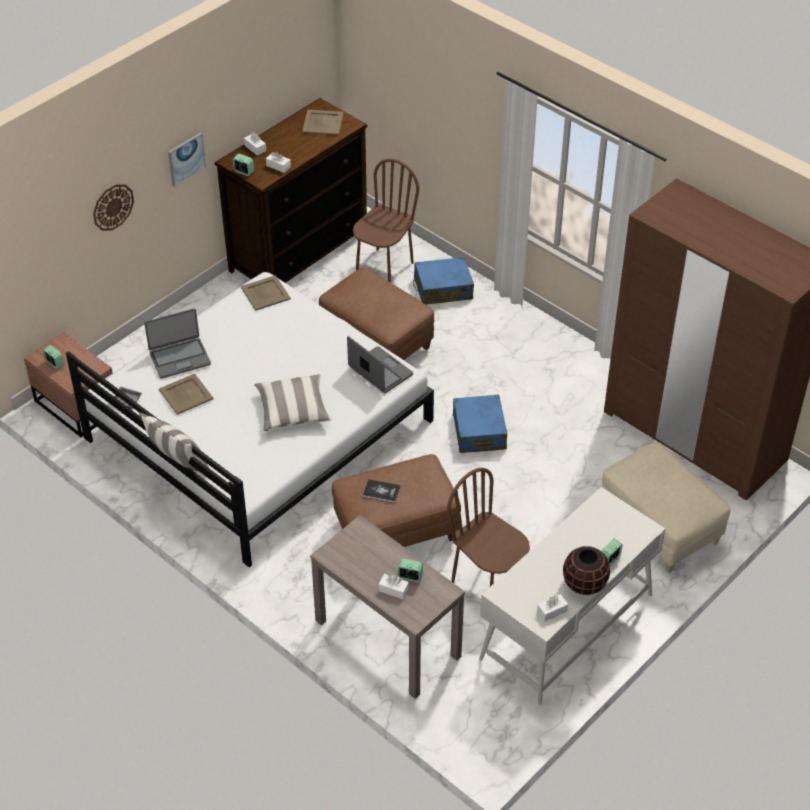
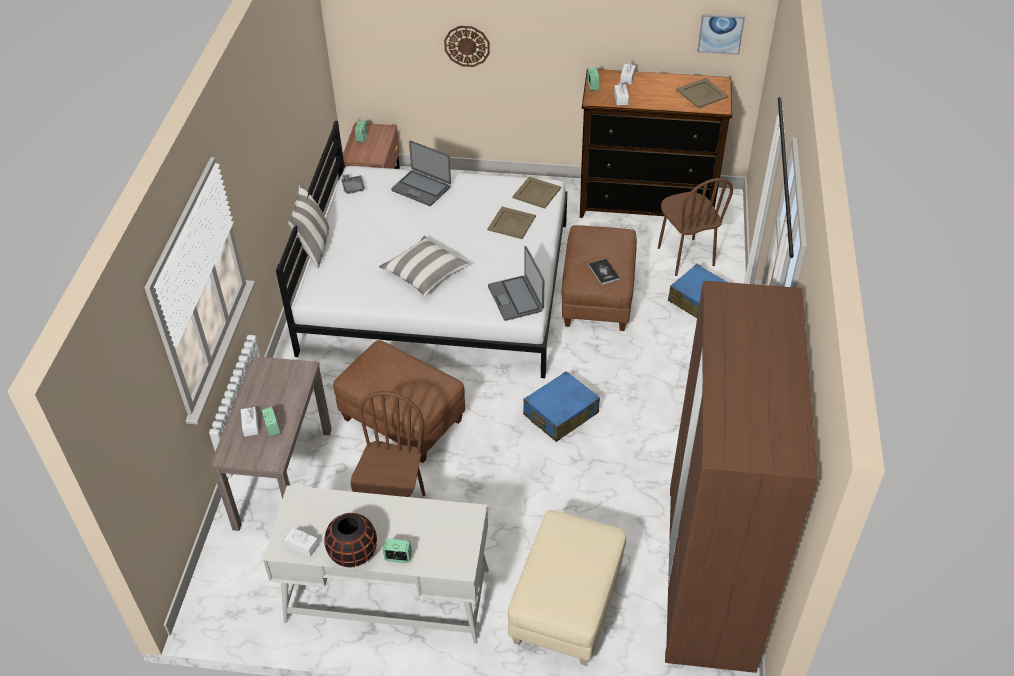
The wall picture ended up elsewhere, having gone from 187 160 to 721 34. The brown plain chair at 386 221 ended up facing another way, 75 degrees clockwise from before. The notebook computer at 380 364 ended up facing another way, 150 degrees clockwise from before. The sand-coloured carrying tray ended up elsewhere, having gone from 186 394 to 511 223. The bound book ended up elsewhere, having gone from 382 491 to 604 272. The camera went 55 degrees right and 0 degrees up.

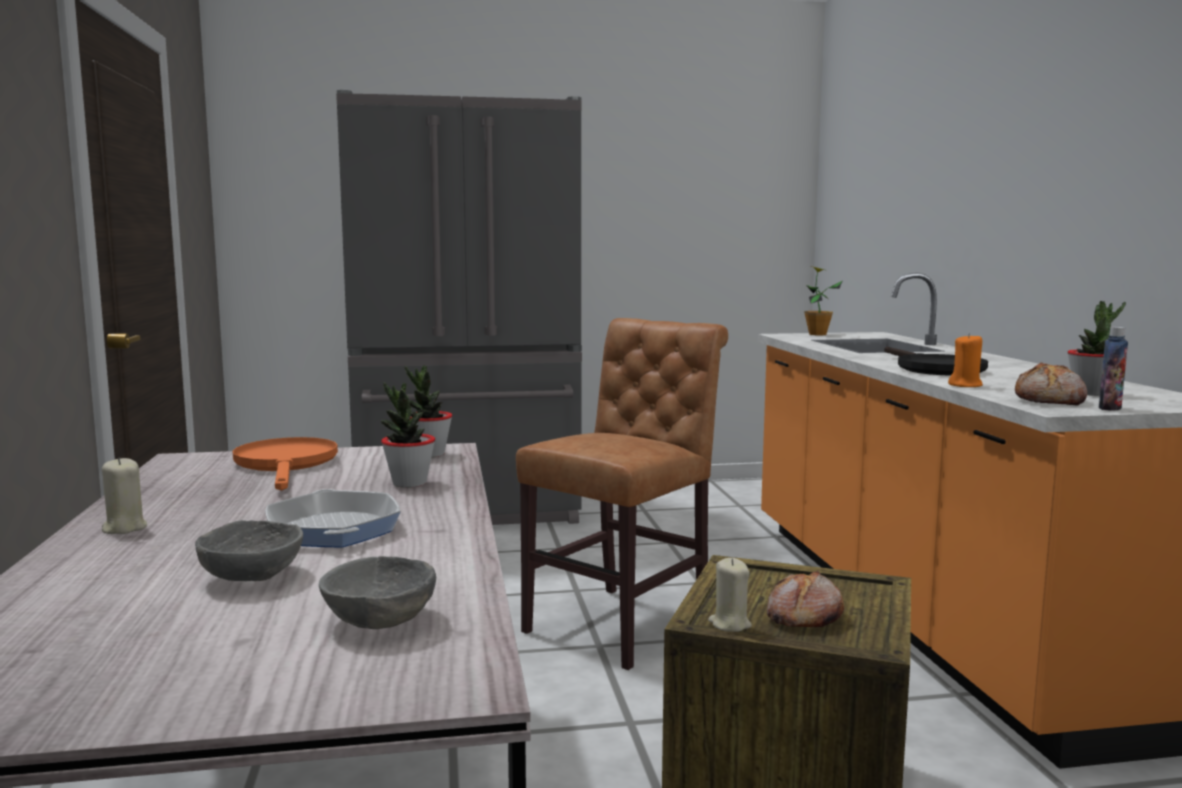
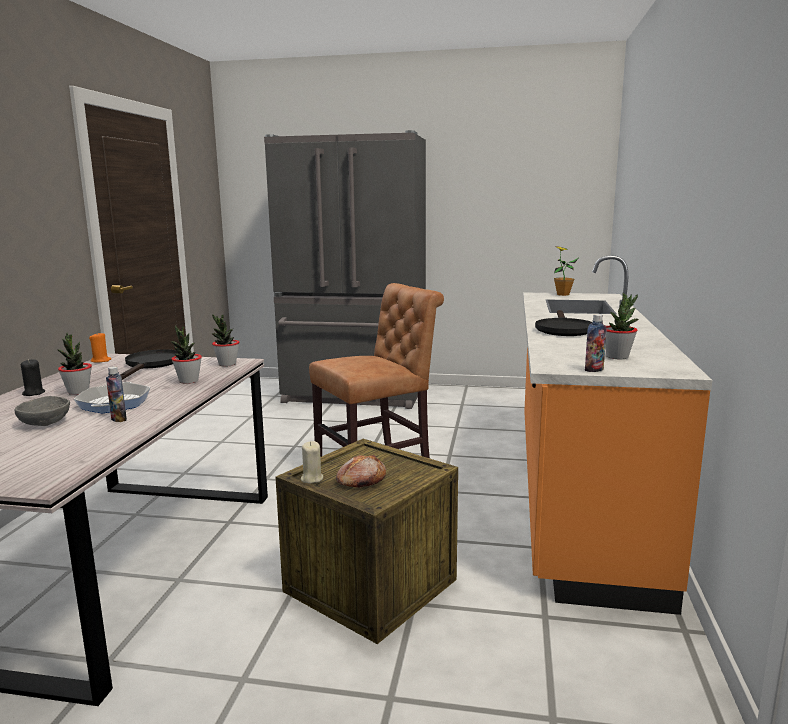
The orange-coloured candle ended up elsewhere, having gone from 965 360 to 100 348. The second view lost the bakery bread at 1051 384. What was the orange-coloured frying pan at 285 464 turned into the black frying pan at 150 364. What was the sand-coloured candle at 124 495 turned into the black candle at 32 377. The second view lost the gray serving bowl at 377 592. The second view gained the potted plant at 74 364. The second view gained the bottle at 116 394. The camera went 20 degrees right and 5 degrees up.

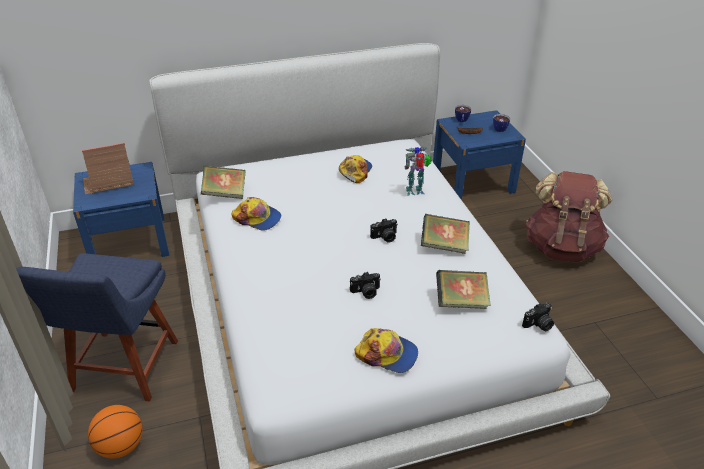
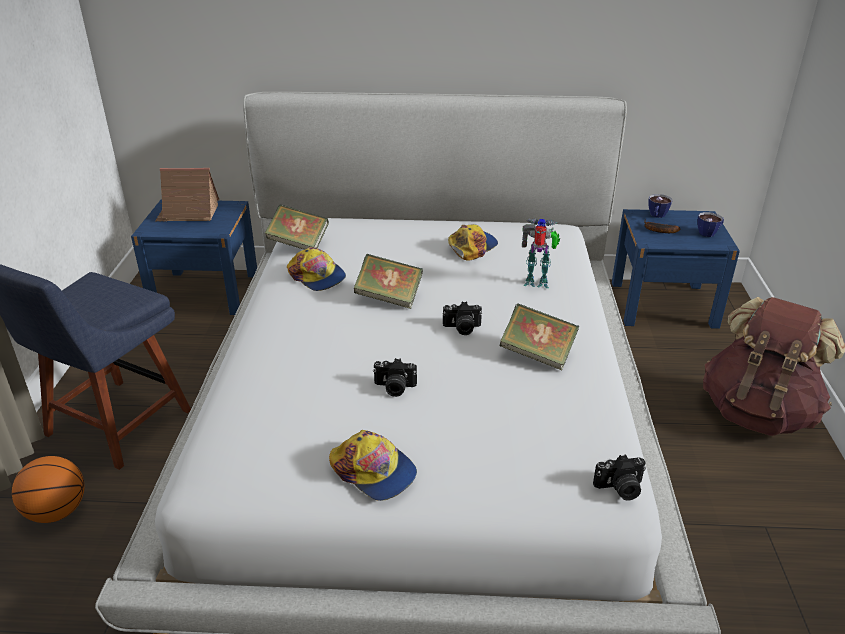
The bound book ended up elsewhere, having gone from 463 289 to 388 281. The camera went 20 degrees right and 5 degrees down.

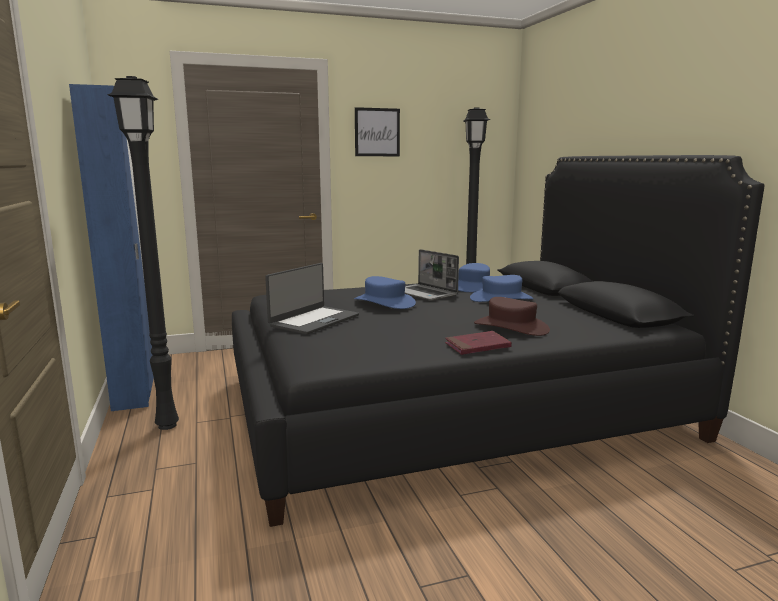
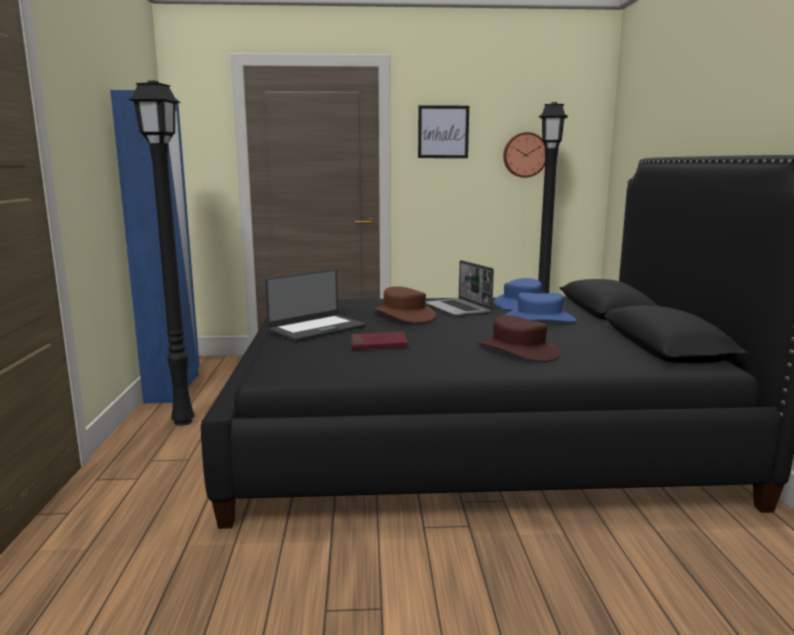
What was the blue wearable hat at 385 292 turned into the brown wearable hat at 404 304. The red-coloured bound book ended up elsewhere, having gone from 478 343 to 379 340. The second view gained the wall clock at 524 155. The camera went 15 degrees right and 0 degrees up.

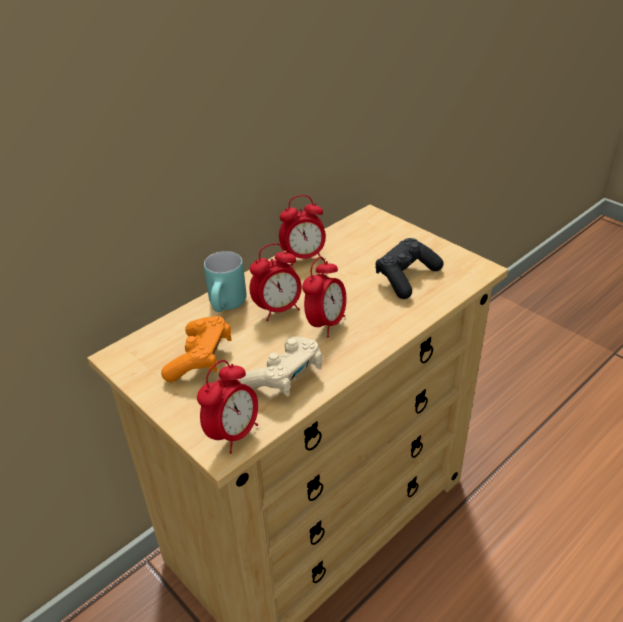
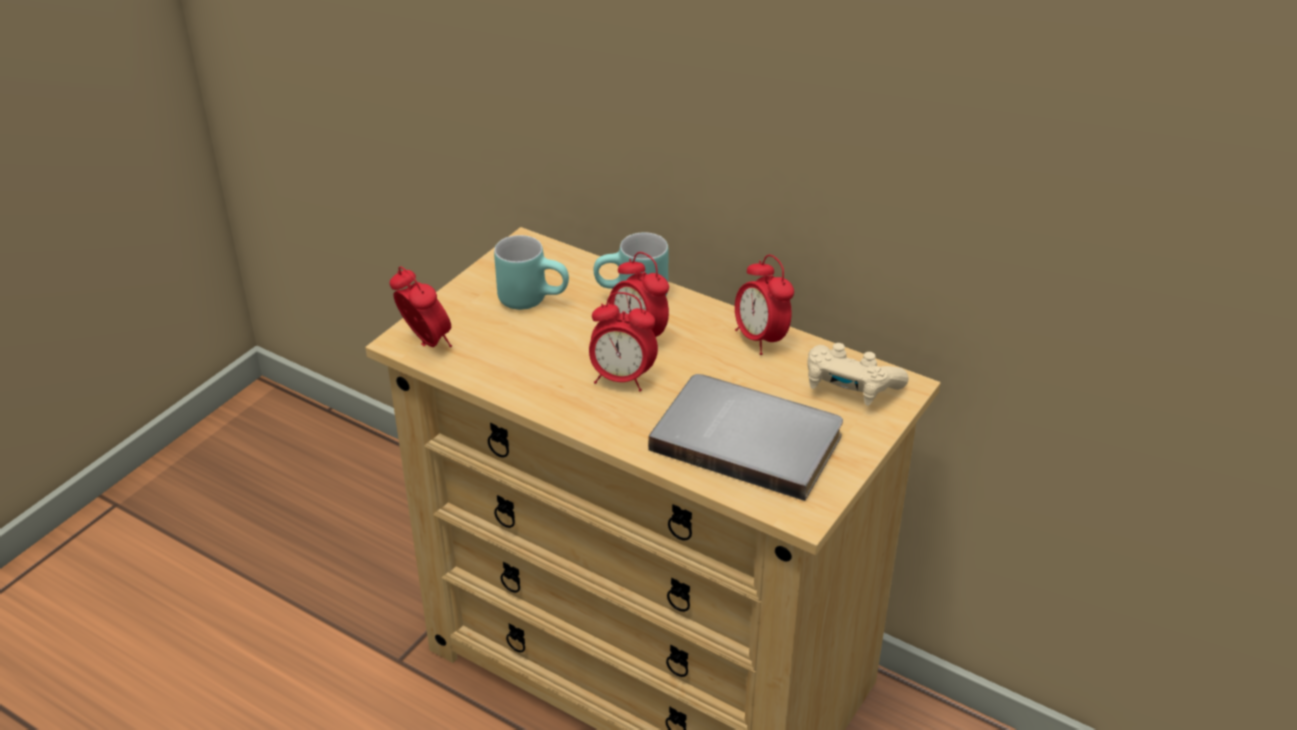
Where the black joypad stood at 409 268, the gray bound book came to stand at 745 437. Where the orange-coloured joypad stood at 196 349, the turquoise coffee mug came to stand at 531 272. The sand-coloured joypad ended up elsewhere, having gone from 280 366 to 858 374. The bedside clock at 227 407 ended up facing another way, 150 degrees counterclockwise from before. The camera went 75 degrees right and 0 degrees up.

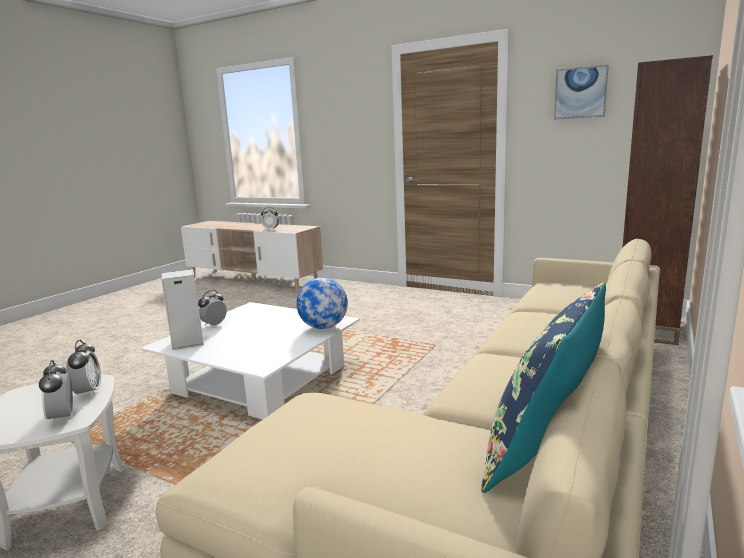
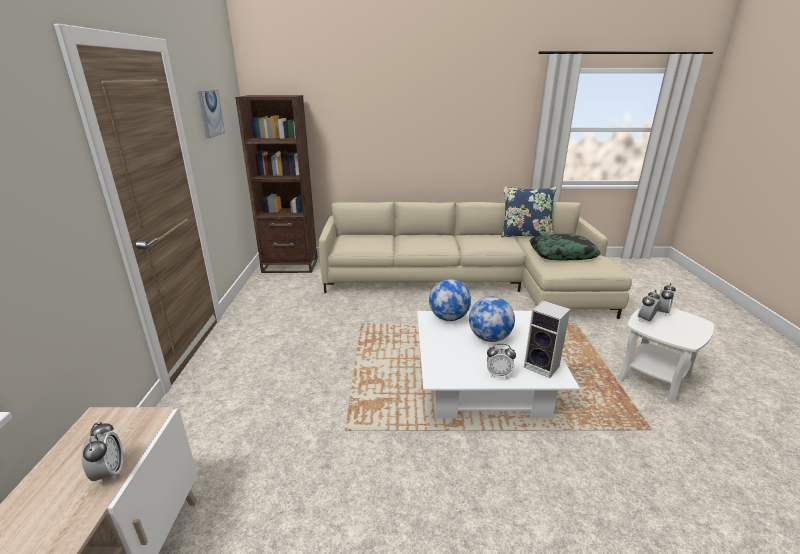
The second view gained the throw pillow at 565 247. The second view gained the desk globe at 492 319. The camera went 120 degrees left and 10 degrees up.

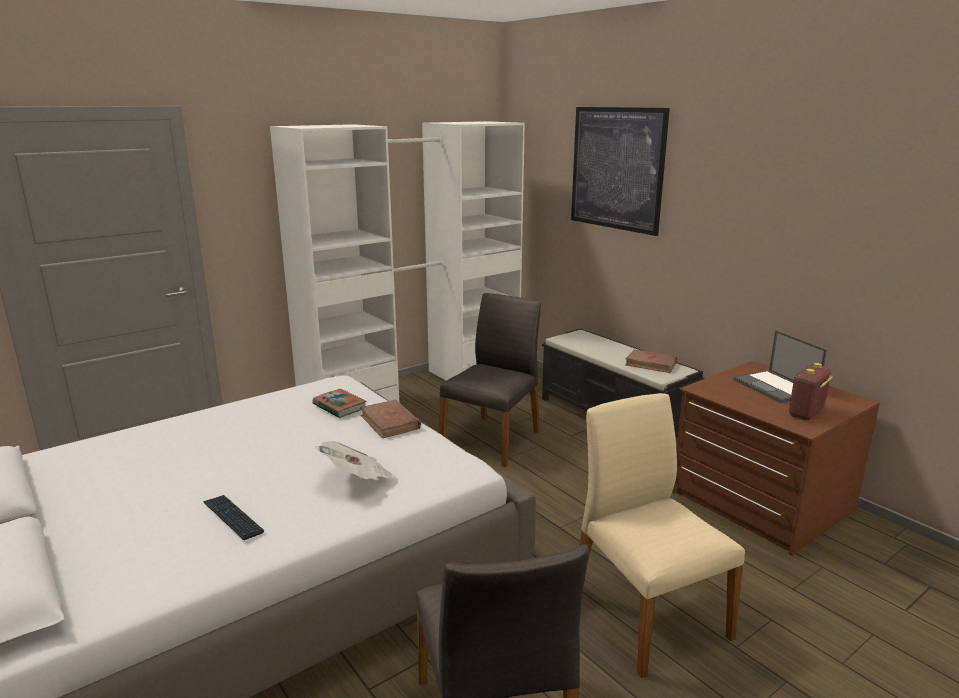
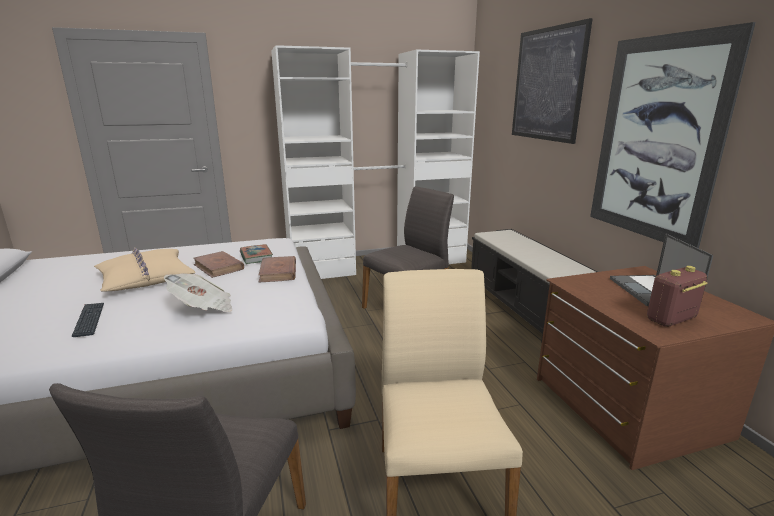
The brown bound book ended up elsewhere, having gone from 651 361 to 218 264. The second view gained the wall picture at 673 135. The second view gained the sand-coloured throw pillow at 145 270. The camera went 20 degrees right and 0 degrees up.

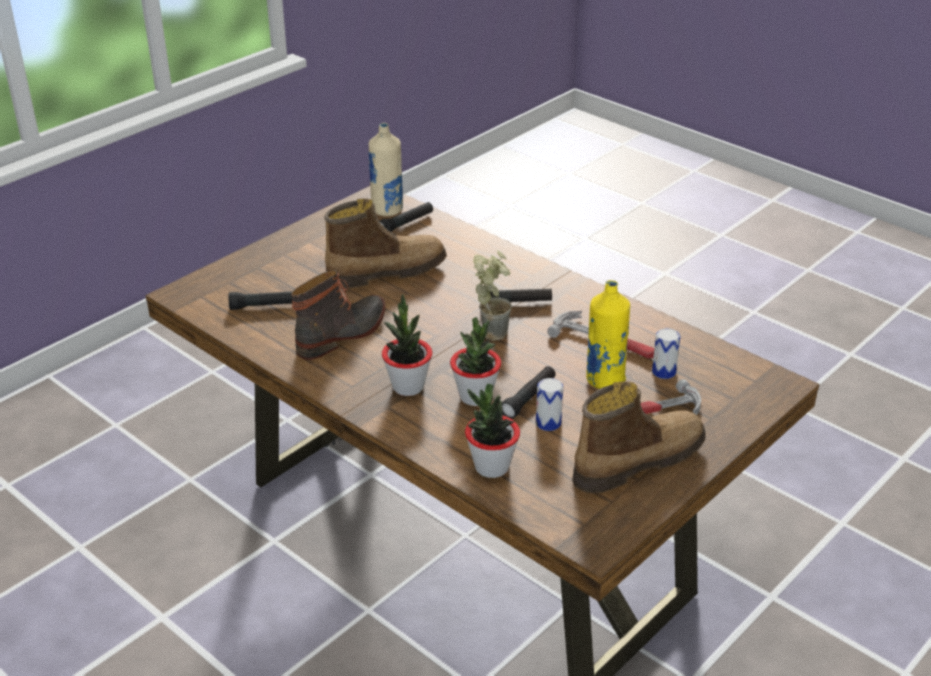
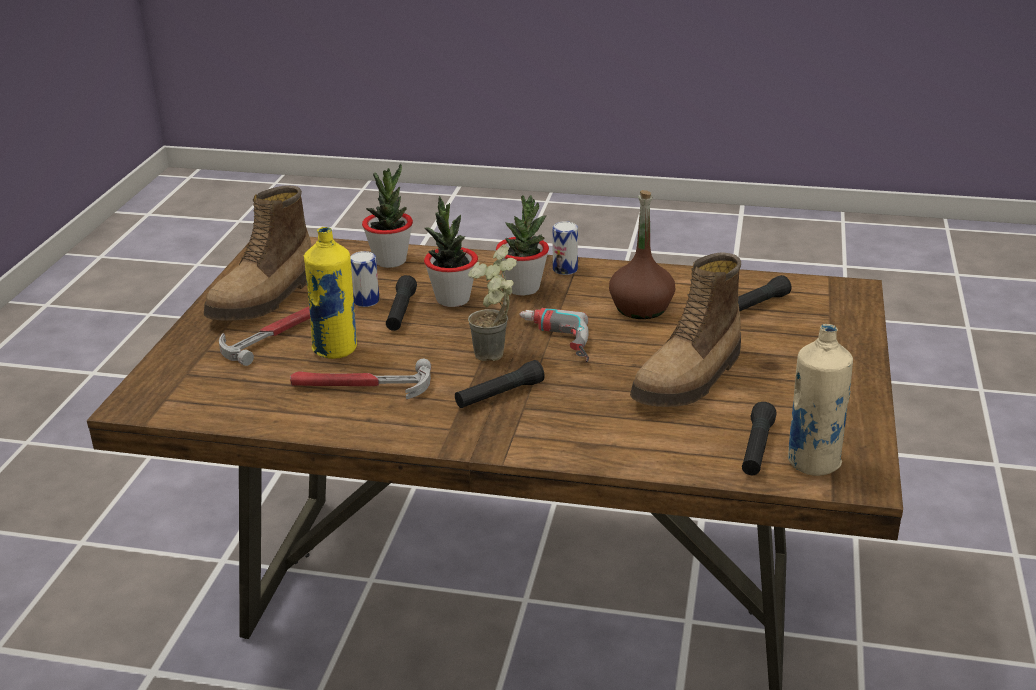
Where the tall boot stood at 338 315, the brown bottle came to stand at 642 254. The metal can ended up elsewhere, having gone from 666 353 to 565 248. The second view gained the electric drill at 554 335. The camera went 150 degrees right and 5 degrees down.

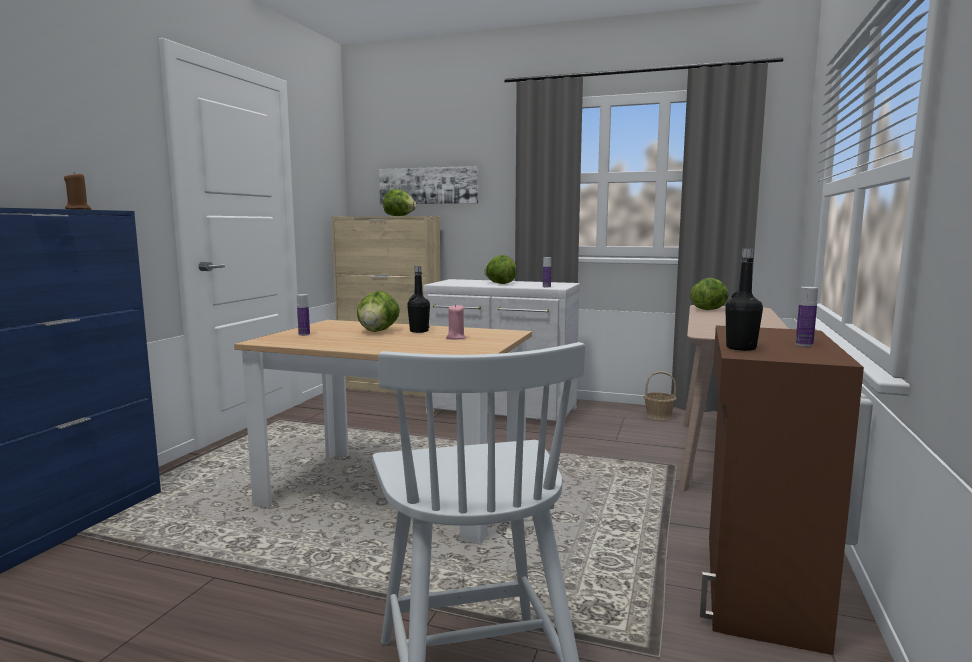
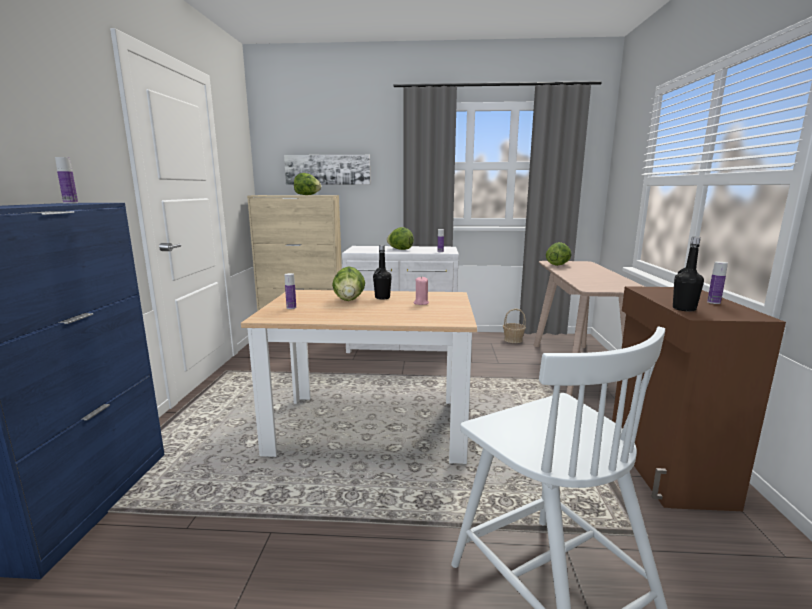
Where the brown candle stood at 77 191, the bottle came to stand at 66 180. The camera went 15 degrees left and 5 degrees up.

